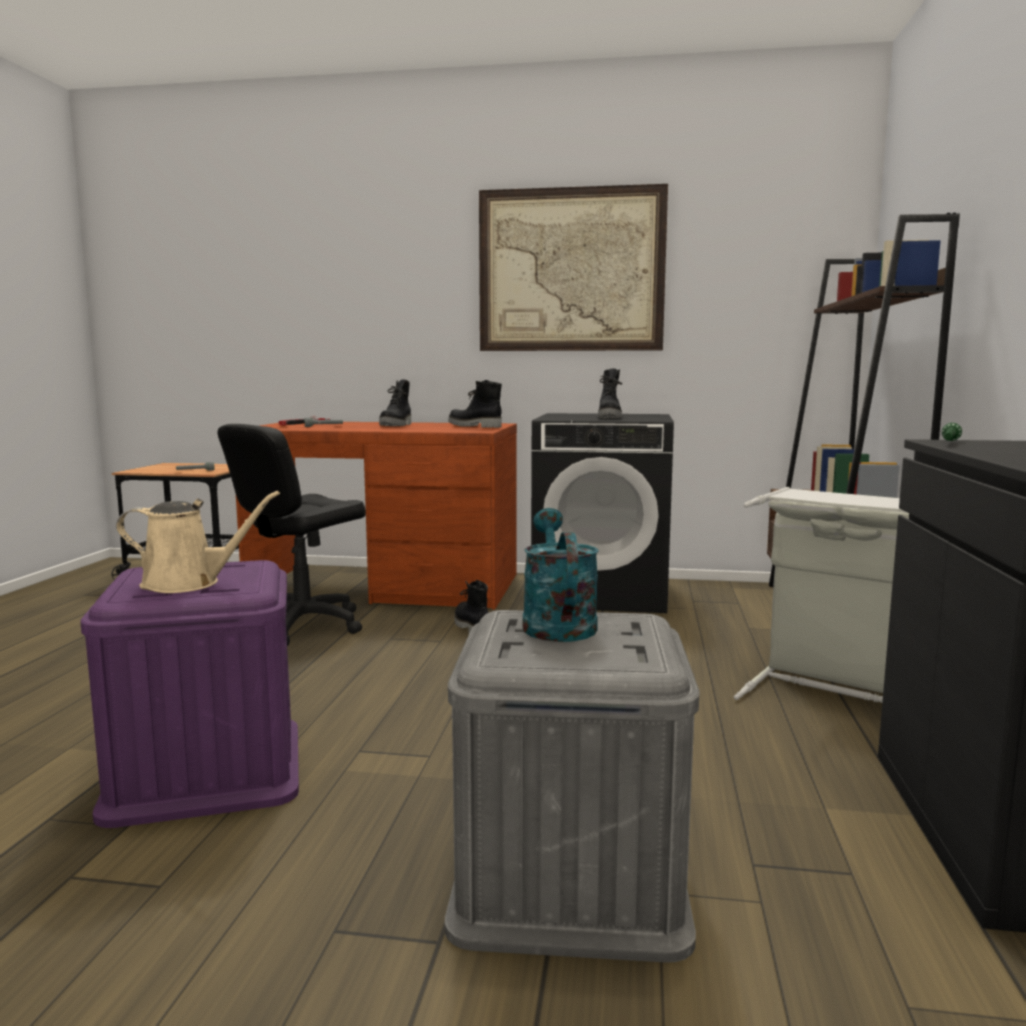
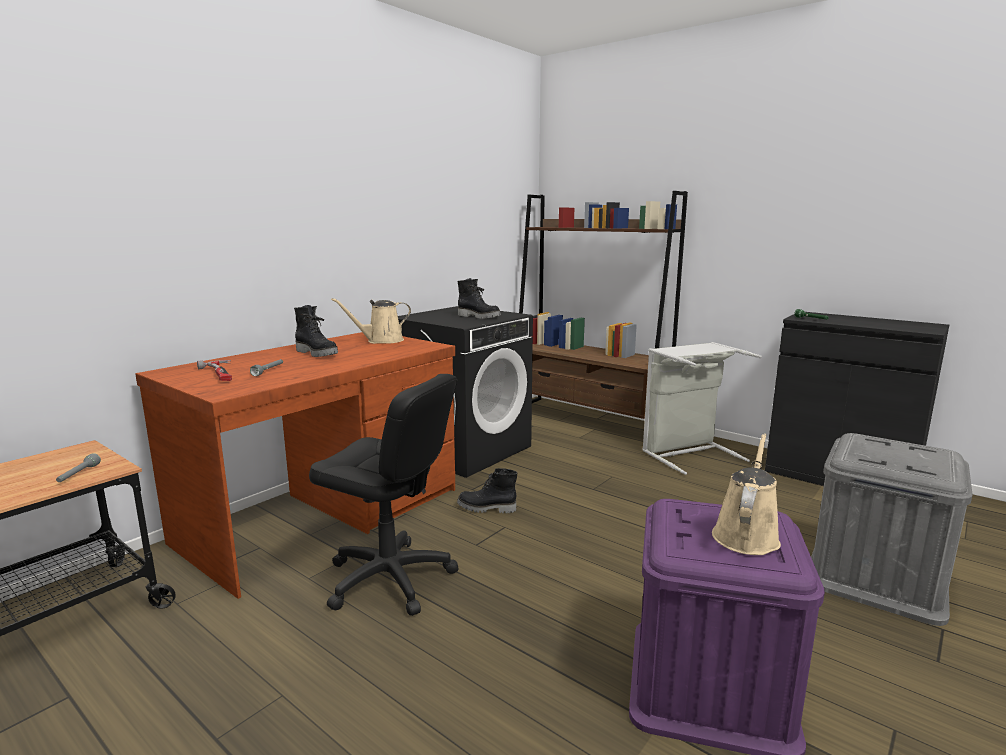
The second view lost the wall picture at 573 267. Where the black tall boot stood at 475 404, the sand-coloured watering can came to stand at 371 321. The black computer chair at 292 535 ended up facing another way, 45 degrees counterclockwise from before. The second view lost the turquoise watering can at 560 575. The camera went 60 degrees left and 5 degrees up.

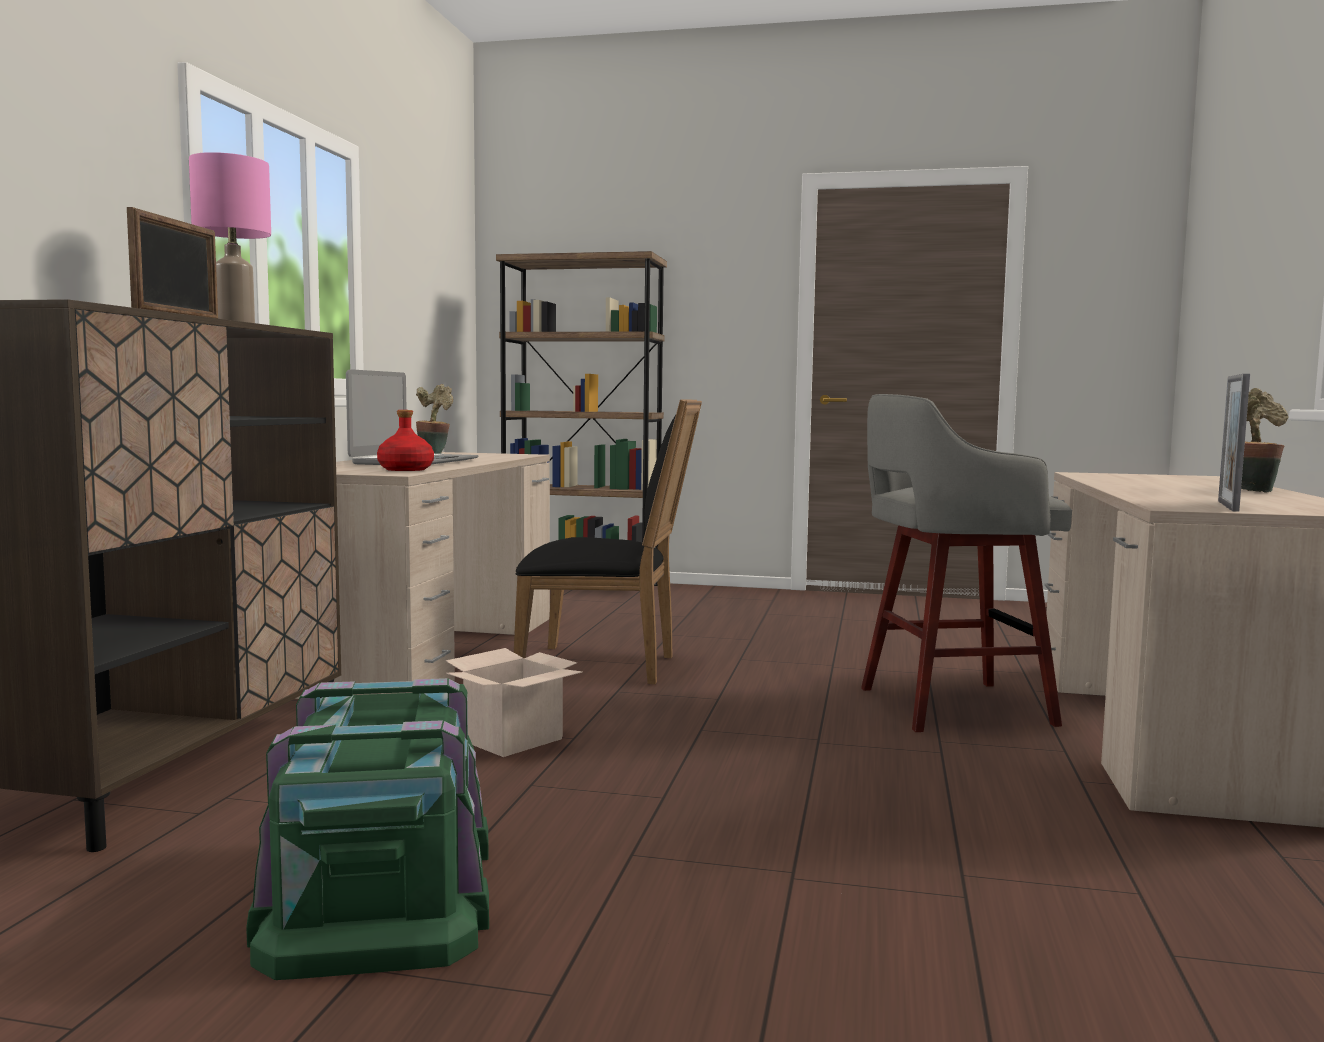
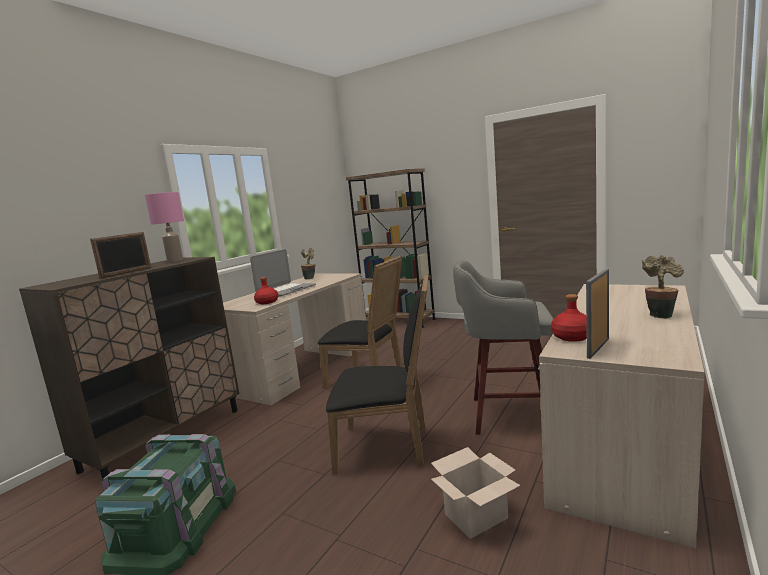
The cardboard box ended up elsewhere, having gone from 514 702 to 476 493. The second view gained the black plain chair at 377 374. The second view gained the red-coloured bottle at 569 318. The camera went 20 degrees right and 5 degrees up.

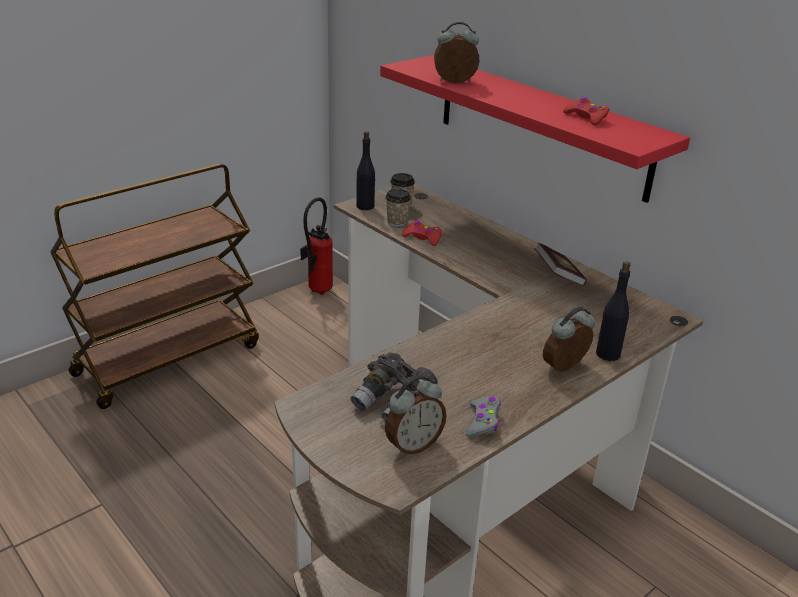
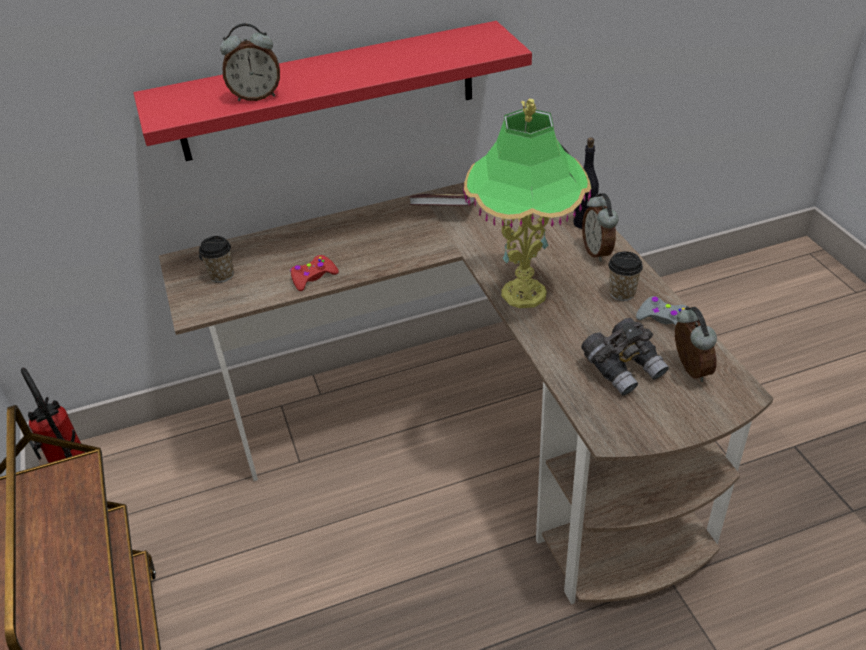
The bedside clock at 456 52 ended up facing another way, 120 degrees counterclockwise from before. The second view lost the red-coloured joypad at 586 111. The second view lost the black bottle at 365 170. The cup ended up elsewhere, having gone from 398 207 to 625 276. The second view gained the table lamp at 527 203. The camera went 65 degrees left and 10 degrees up.

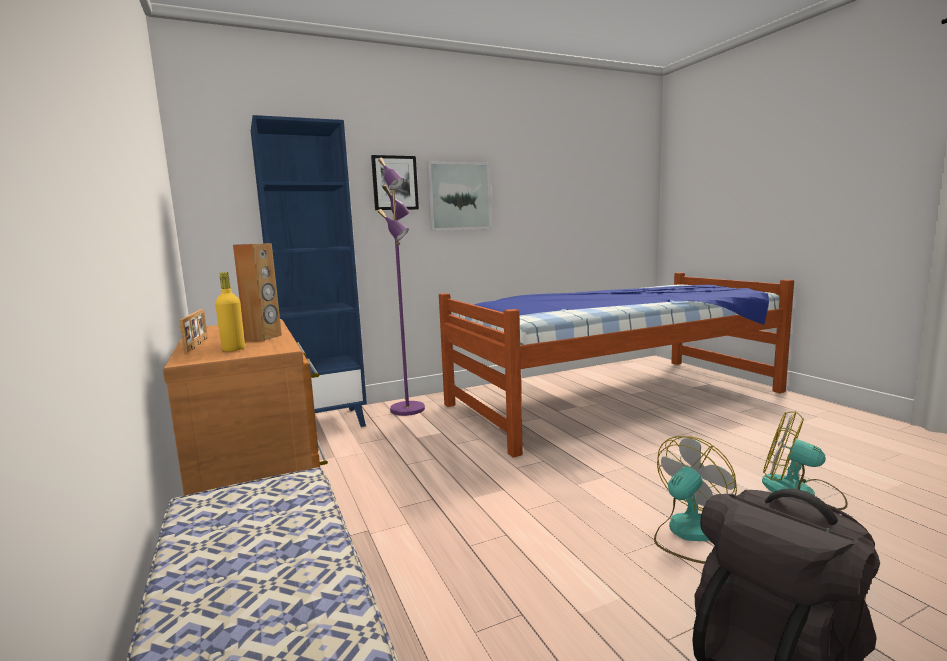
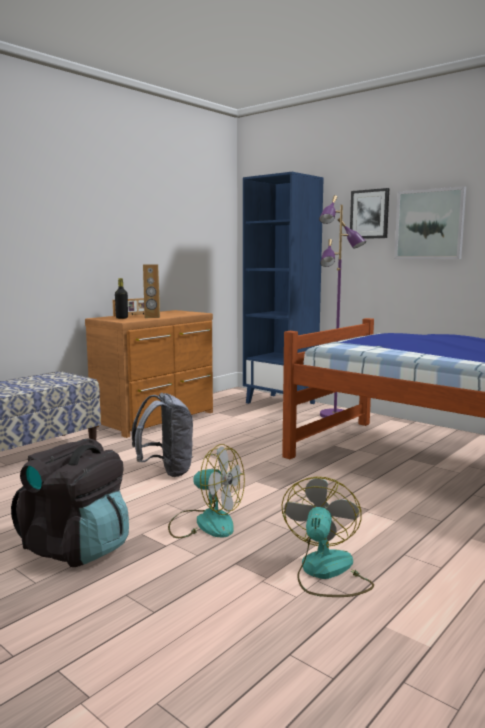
What was the yellow-coloured bottle at 230 311 turned into the black bottle at 121 298. The second view gained the gray rucksack at 162 435. The camera went 65 degrees right and 0 degrees up.

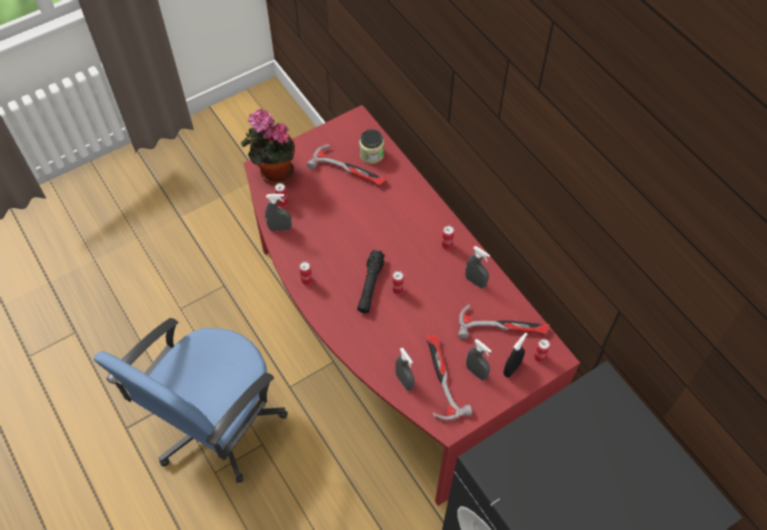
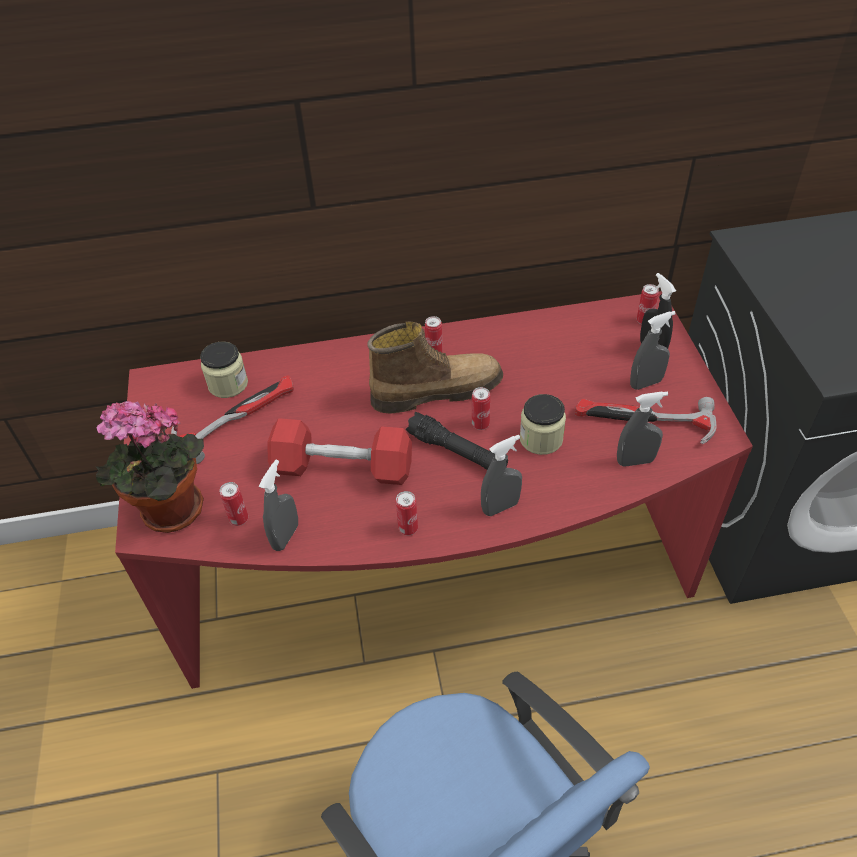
The gray hand sprayer ended up elsewhere, having gone from 477 267 to 501 475. The second view lost the tool hammer at 504 321. The second view gained the tall boot at 435 367. The second view gained the storage jar at 543 424. The second view gained the red-coloured dumbbell at 339 451. The camera went 65 degrees left and 10 degrees down.

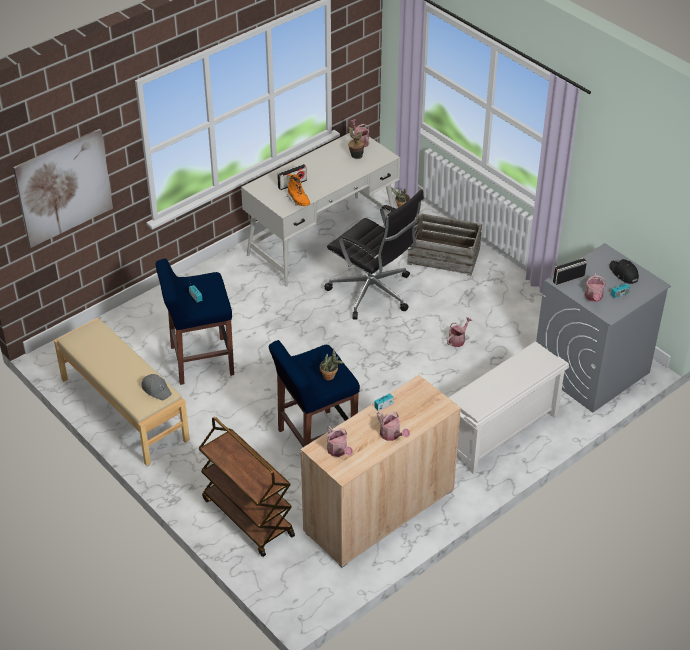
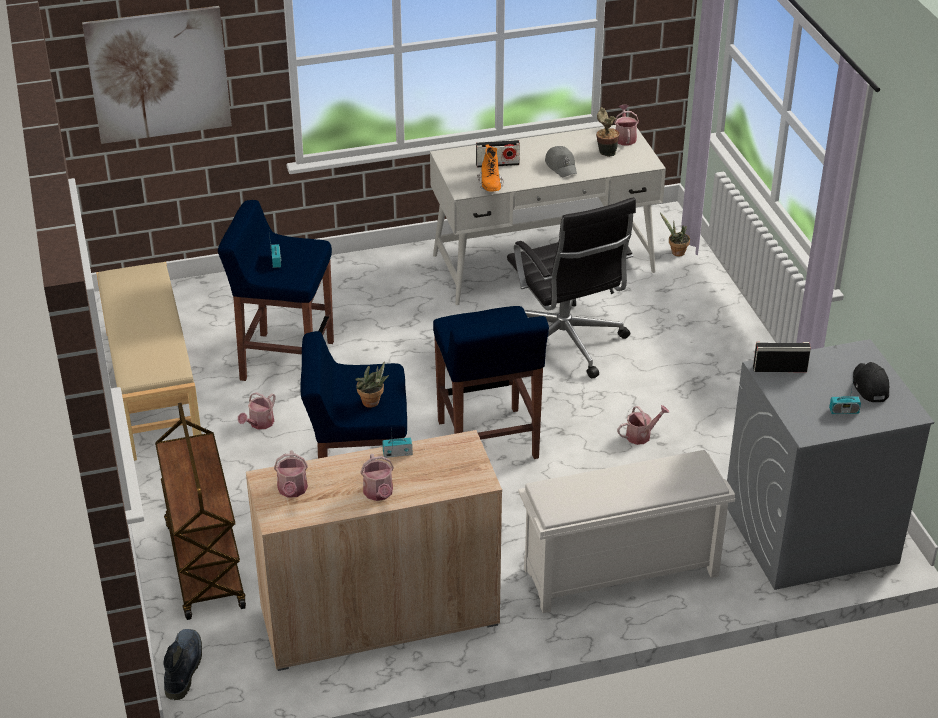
The second view lost the packing crate at 444 244. The watering can ended up elsewhere, having gone from 595 288 to 257 411. The gray baseball cap ended up elsewhere, having gone from 156 387 to 561 161. The second view gained the blue stool seat at 491 382. The second view gained the tall boot at 182 664. The camera went 25 degrees right and 5 degrees down.

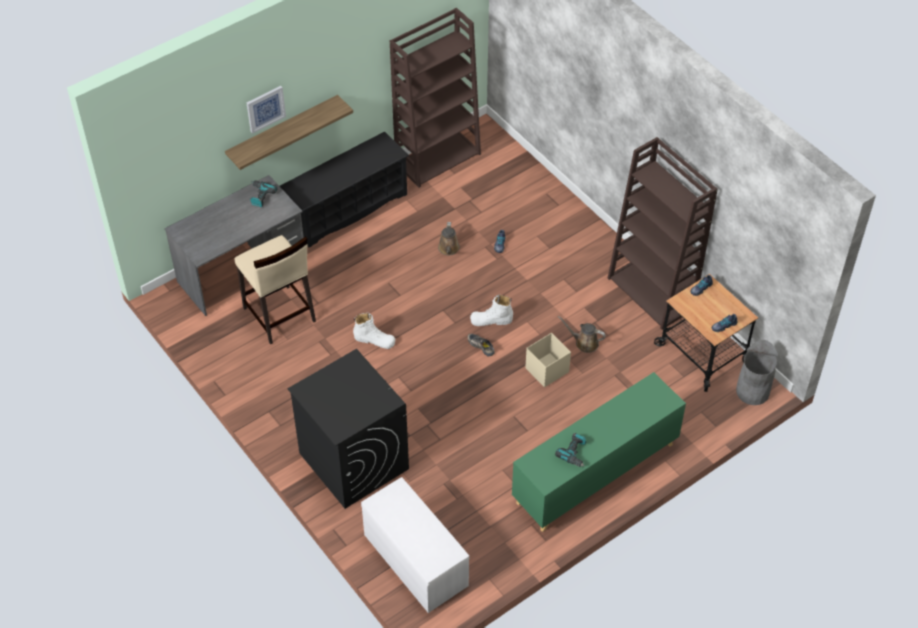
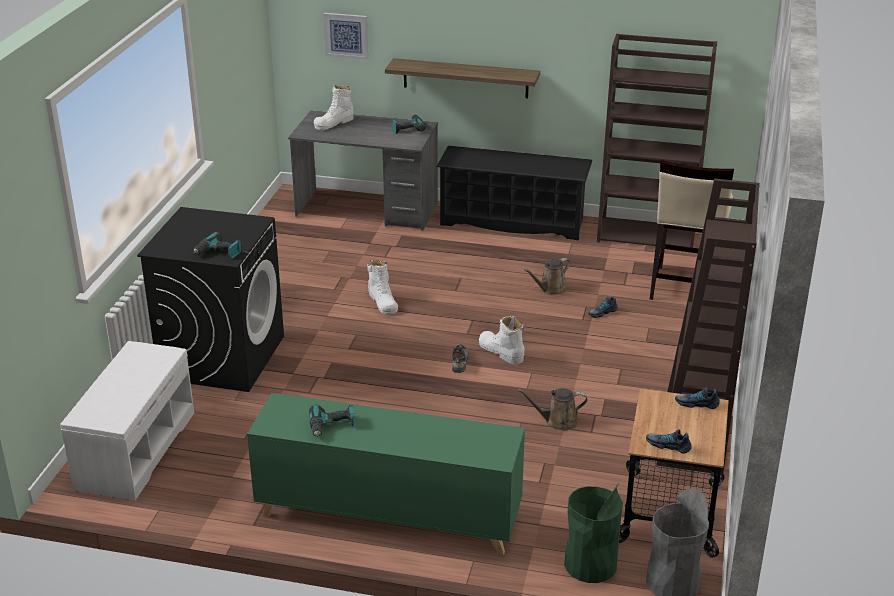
The wall picture ended up elsewhere, having gone from 266 110 to 345 36. The sand-coloured stool seat ended up elsewhere, having gone from 275 289 to 692 230. The brown watering can at 582 334 ended up facing another way, 75 degrees counterclockwise from before. The second view lost the sand-coloured storage box at 548 360. The second view gained the white tall boot at 334 107. The second view gained the electric drill at 217 245. The second view gained the greenish waste bin at 593 533. The camera went 50 degrees right and 20 degrees down.

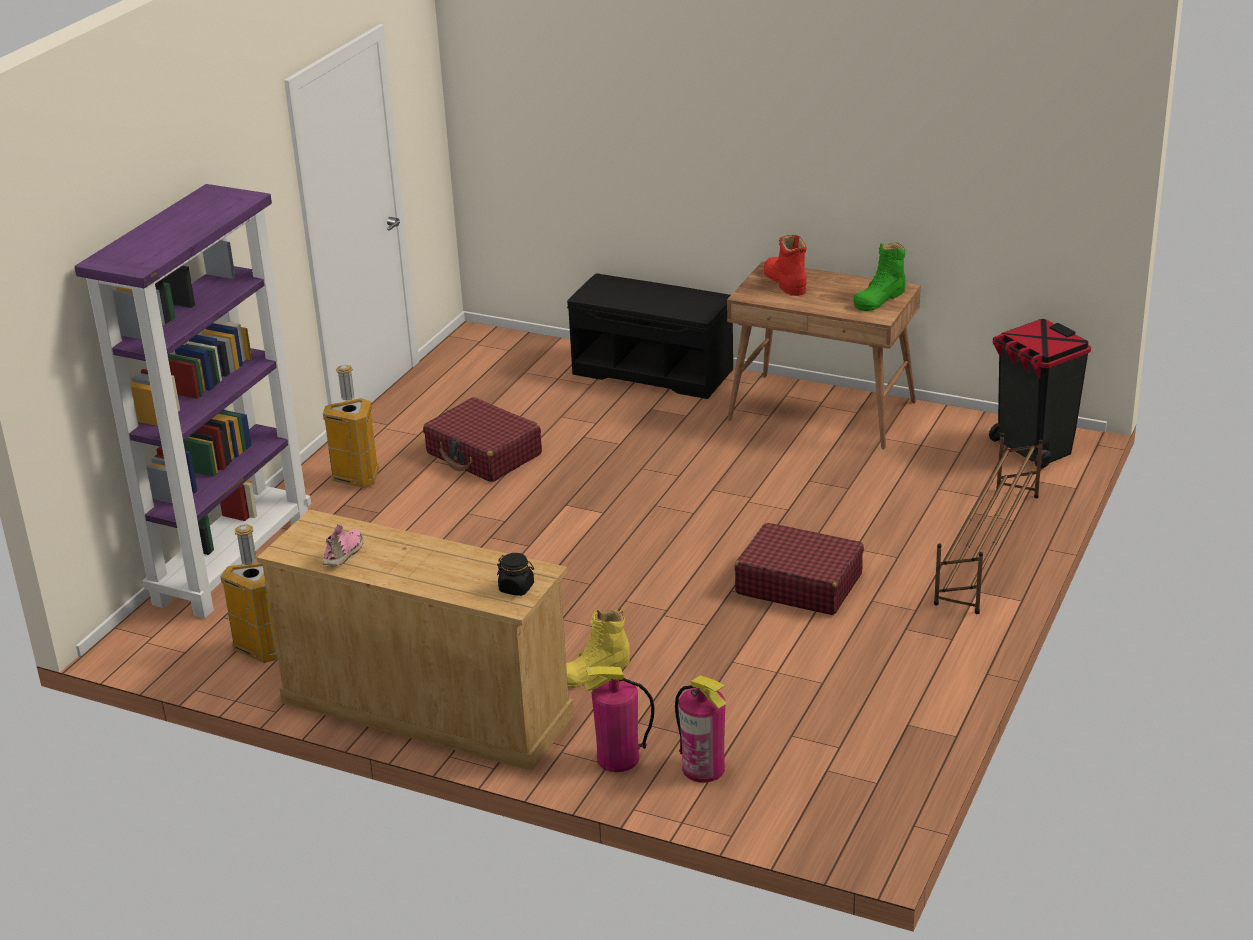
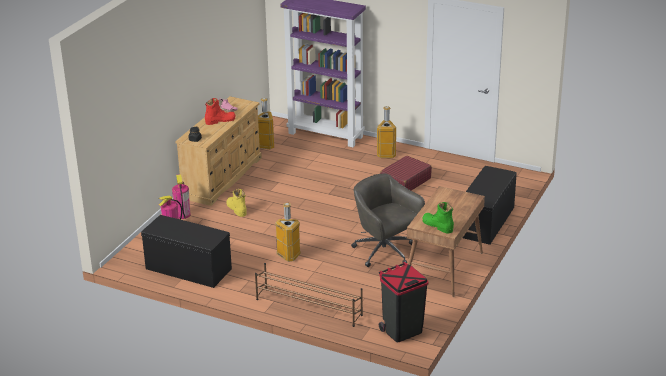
The red-coloured tall boot ended up elsewhere, having gone from 785 265 to 220 111. Where the red-coloured suitcase stood at 799 569, the waste bin came to stand at 288 232. The second view gained the gray computer chair at 388 220. The second view gained the black bench at 186 251. The camera went 90 degrees right and 0 degrees up.

